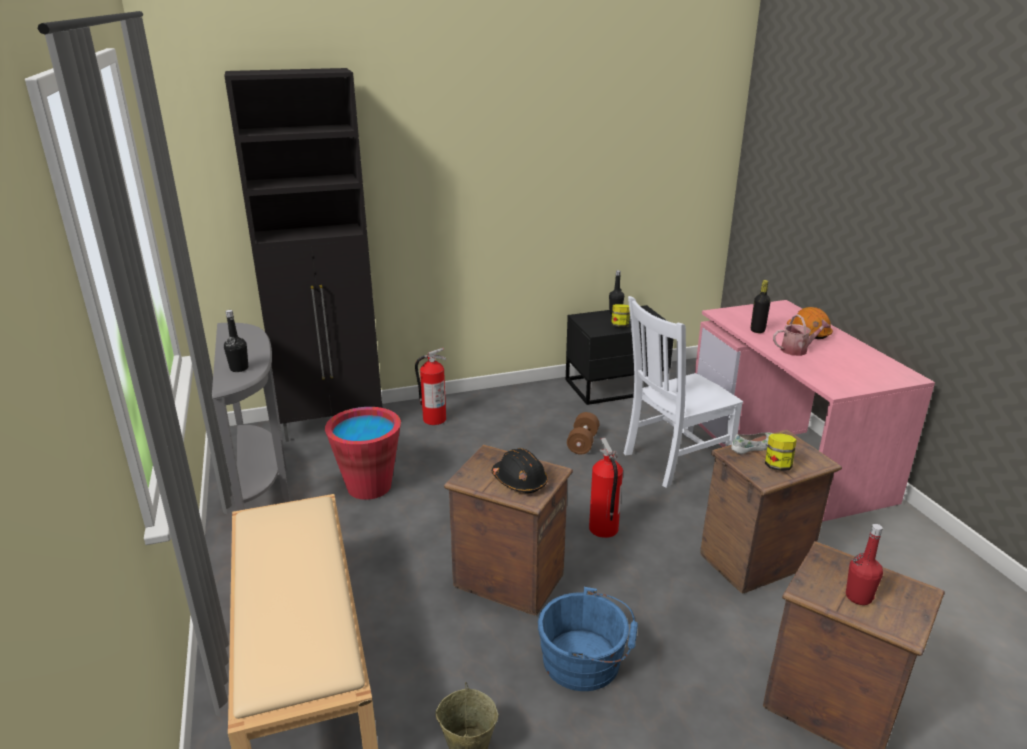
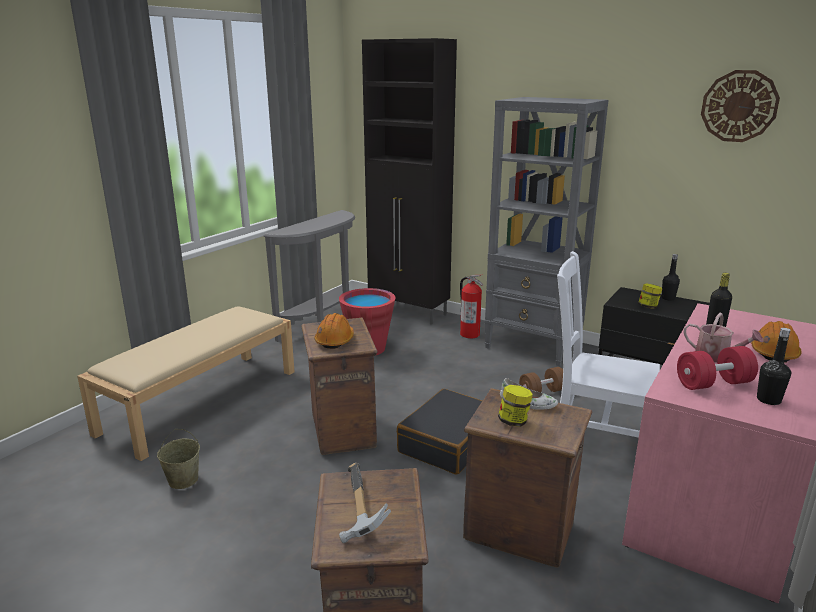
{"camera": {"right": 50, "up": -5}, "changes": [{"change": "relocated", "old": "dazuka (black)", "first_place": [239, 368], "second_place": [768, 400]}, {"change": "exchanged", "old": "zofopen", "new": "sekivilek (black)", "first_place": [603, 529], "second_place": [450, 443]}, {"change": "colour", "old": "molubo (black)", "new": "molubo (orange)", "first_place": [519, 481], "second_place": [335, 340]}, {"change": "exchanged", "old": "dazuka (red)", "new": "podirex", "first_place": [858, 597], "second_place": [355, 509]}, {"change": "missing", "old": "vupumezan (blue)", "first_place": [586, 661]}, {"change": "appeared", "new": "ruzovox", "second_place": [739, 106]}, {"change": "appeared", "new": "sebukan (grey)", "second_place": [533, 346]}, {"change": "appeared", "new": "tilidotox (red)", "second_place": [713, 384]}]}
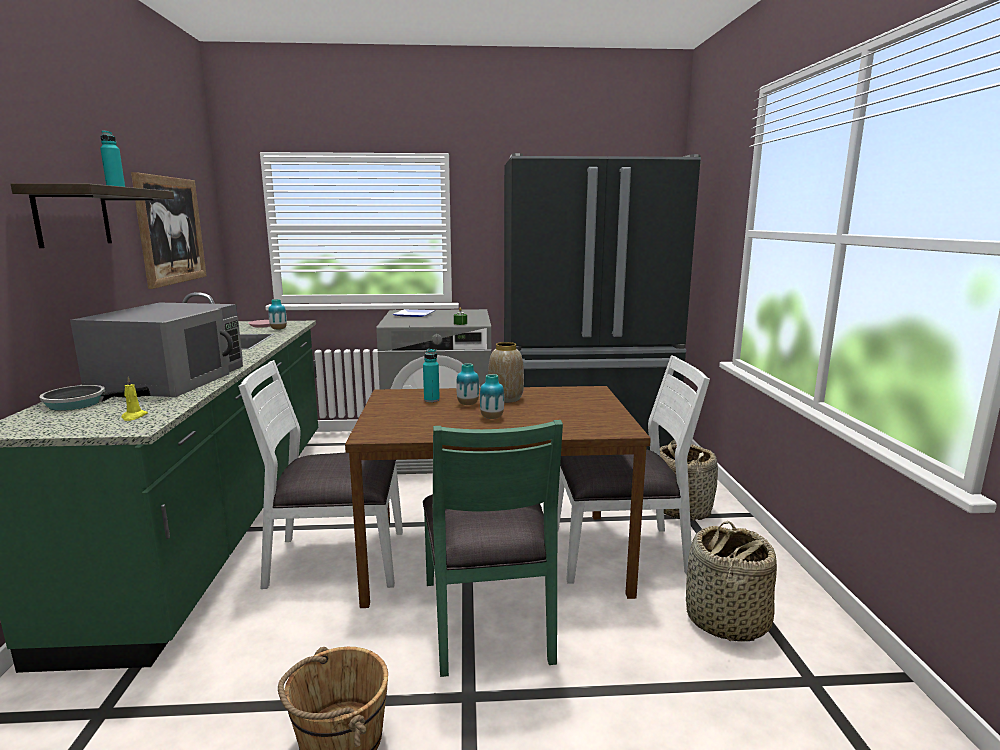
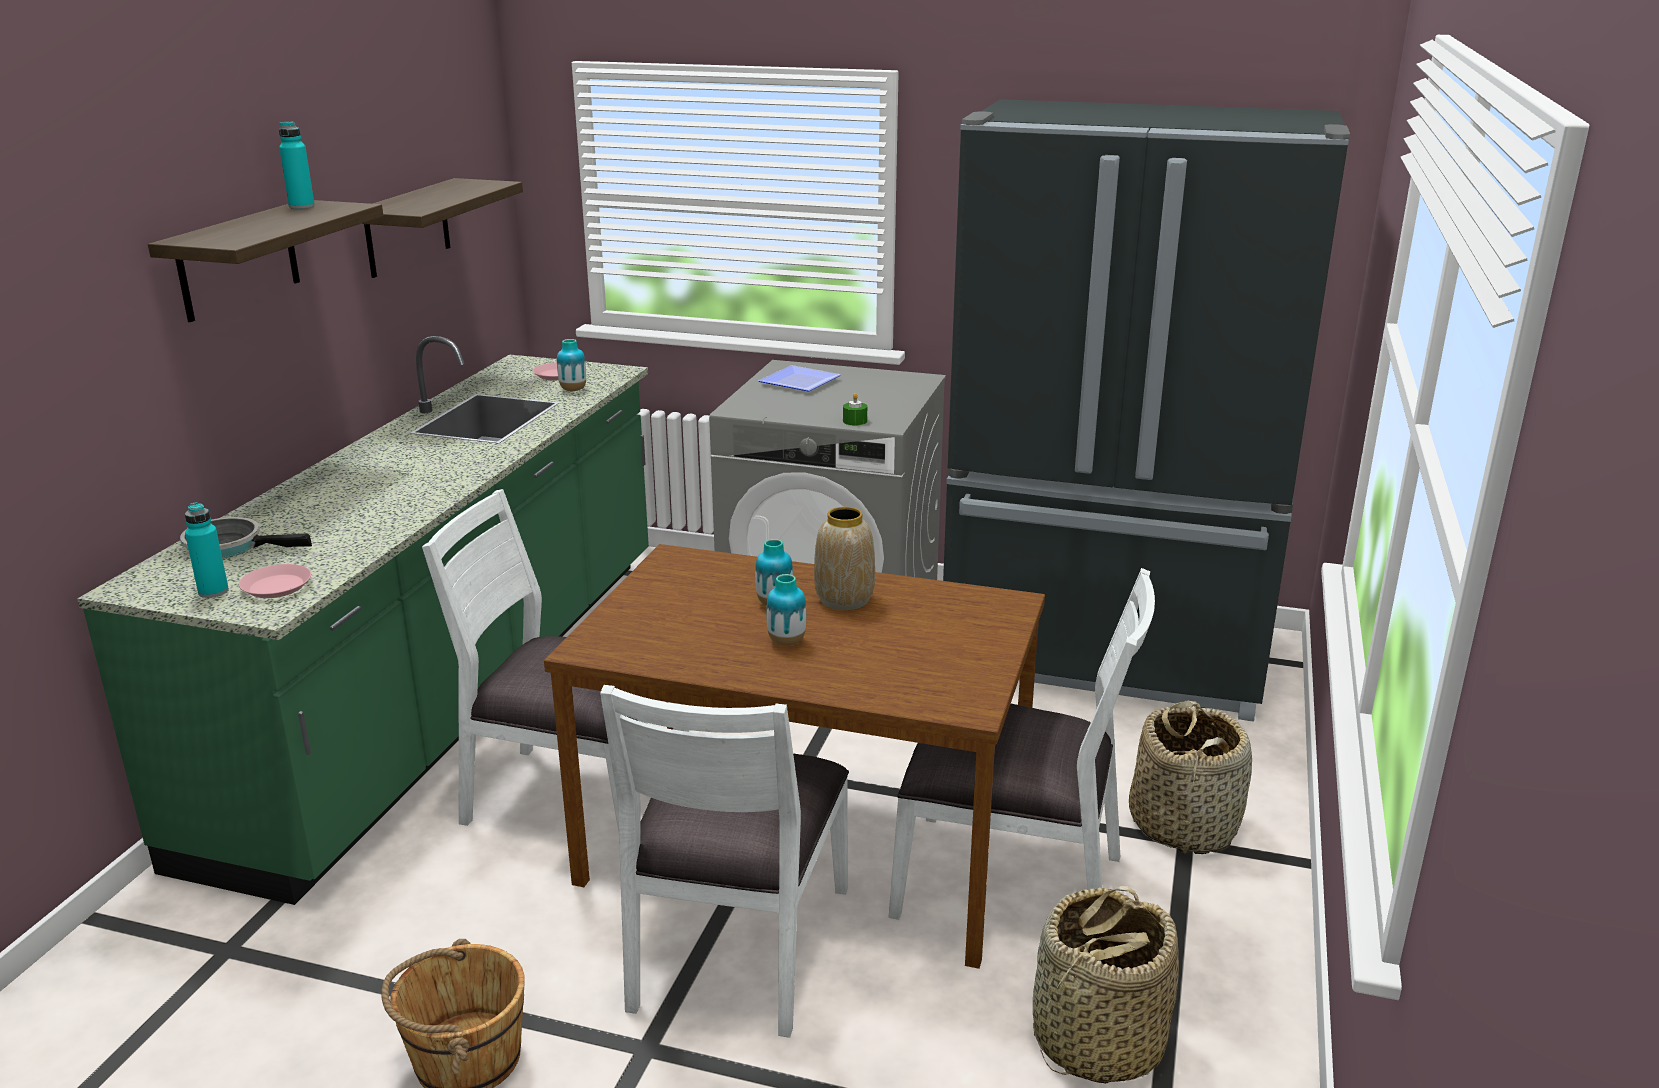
{"camera": {"right": 20, "up": 10}, "changes": [{"change": "exchanged", "old": "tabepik", "new": "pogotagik", "first_place": [171, 230], "second_place": [407, 228]}, {"change": "missing", "old": "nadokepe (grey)", "first_place": [171, 378]}, {"change": "relocated", "old": "dazuka (turquoise)", "first_place": [431, 400], "second_place": [213, 591]}, {"change": "exchanged", "old": "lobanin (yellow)", "new": "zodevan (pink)", "first_place": [134, 416], "second_place": [276, 587]}, {"change": "colour", "old": "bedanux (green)", "new": "bedanux (white)", "first_place": [489, 619], "second_place": [736, 946]}]}
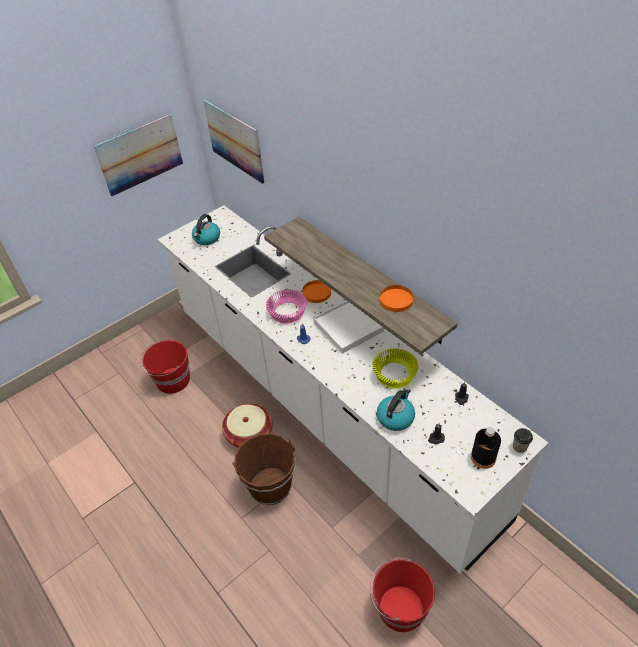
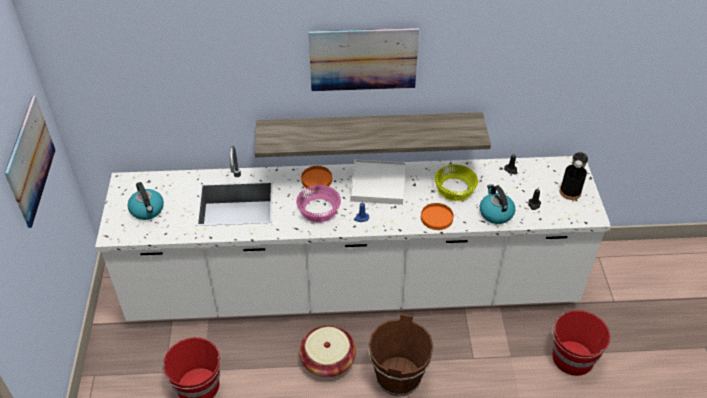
{"camera": {"right": -55, "up": 0}, "changes": [{"change": "relocated", "old": "tabepik", "first_place": [234, 140], "second_place": [363, 59]}, {"change": "relocated", "old": "zodevan (orange)", "first_place": [396, 300], "second_place": [436, 217]}]}
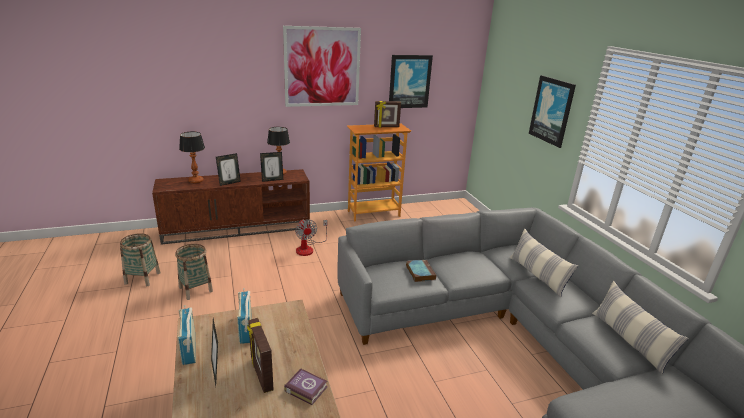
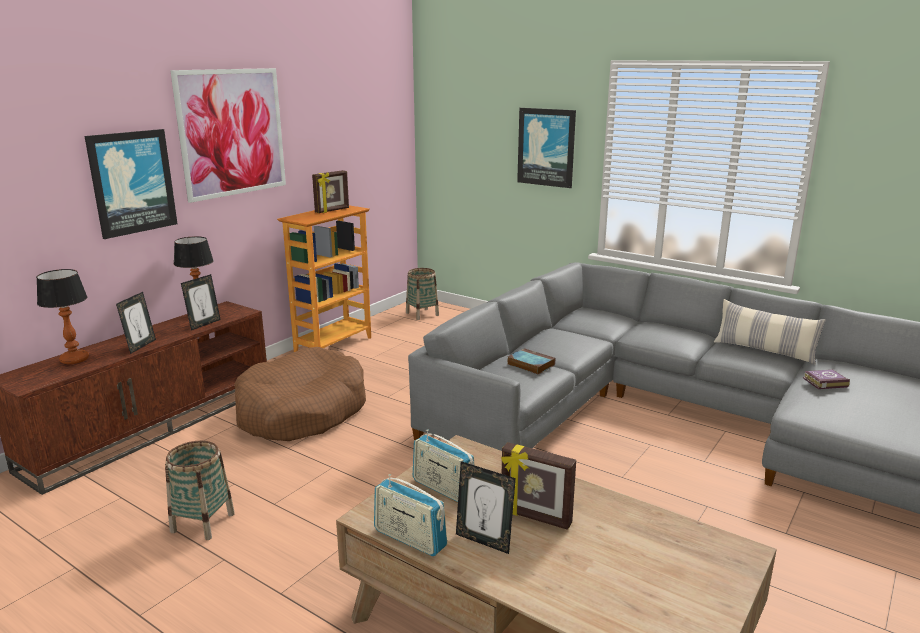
{"camera": {"right": -35, "up": -5}, "changes": [{"change": "relocated", "old": "tabepik", "first_place": [409, 81], "second_place": [132, 182]}, {"change": "exchanged", "old": "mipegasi", "new": "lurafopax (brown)", "first_place": [308, 248], "second_place": [301, 411]}, {"change": "missing", "old": "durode", "first_place": [537, 275]}, {"change": "relocated", "old": "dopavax", "first_place": [142, 278], "second_place": [422, 314]}, {"change": "relocated", "old": "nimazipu", "first_place": [305, 388], "second_place": [823, 382]}]}
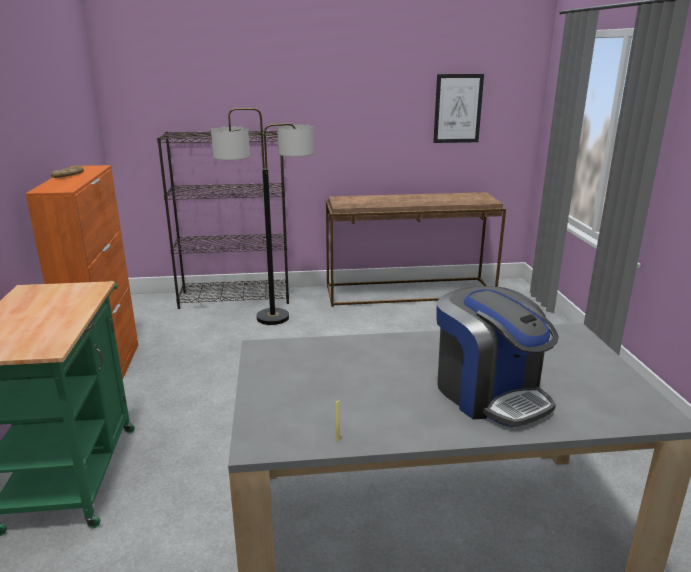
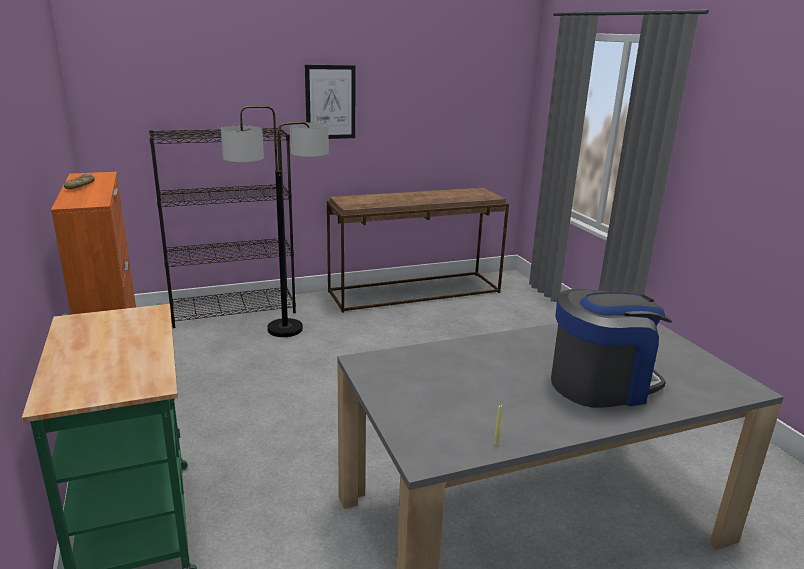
{"camera": {"right": -15, "up": 0}, "changes": [{"change": "relocated", "old": "tabepik", "first_place": [458, 108], "second_place": [330, 102]}, {"change": "spun", "old": "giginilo", "first_place": [489, 393], "second_place": [601, 384], "degrees": -60}]}
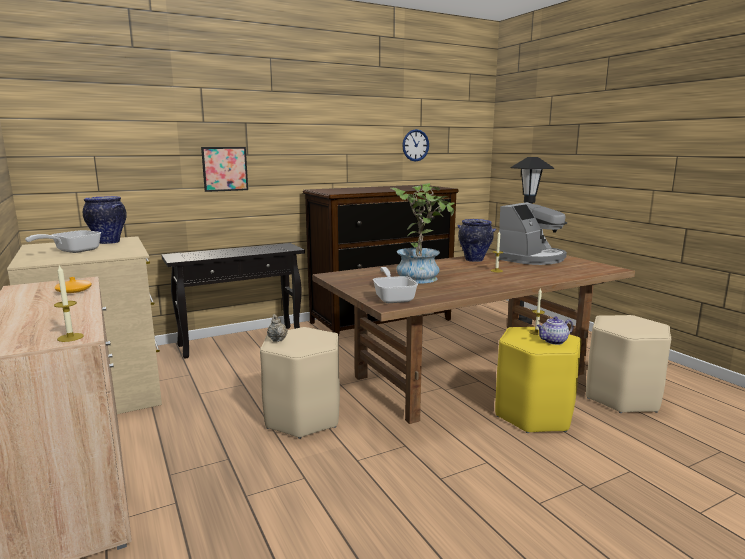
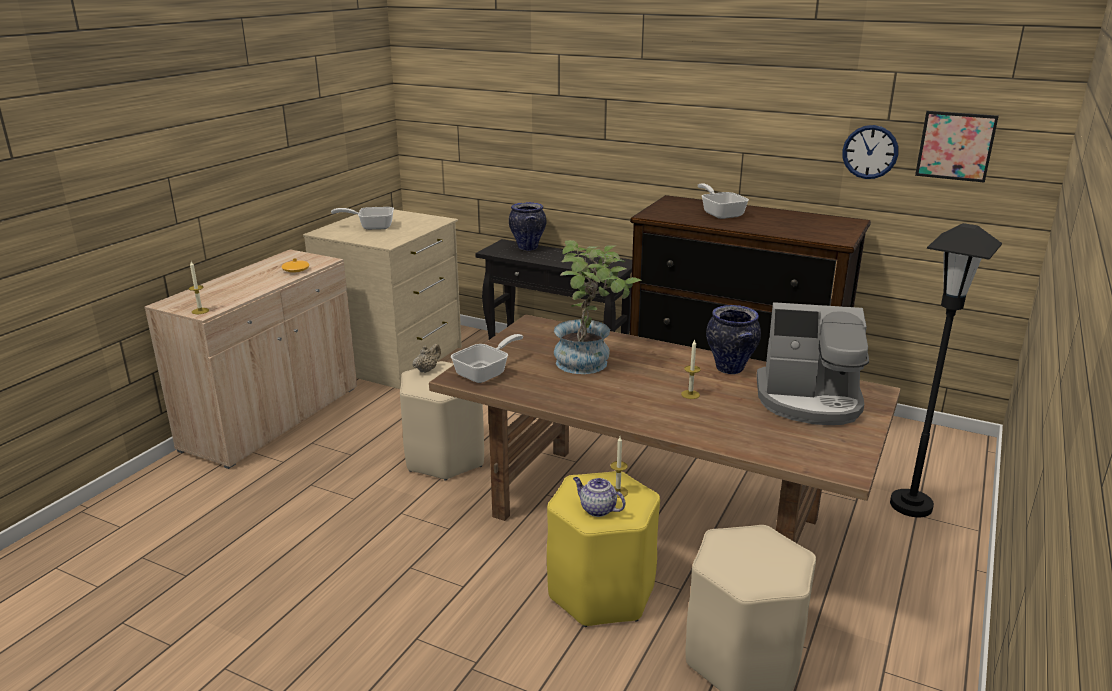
{"camera": {"right": 55, "up": 10}, "changes": [{"change": "relocated", "old": "tabepik", "first_place": [225, 169], "second_place": [955, 146]}, {"change": "relocated", "old": "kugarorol", "first_place": [108, 242], "second_place": [527, 248]}, {"change": "appeared", "new": "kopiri", "second_place": [720, 213]}]}
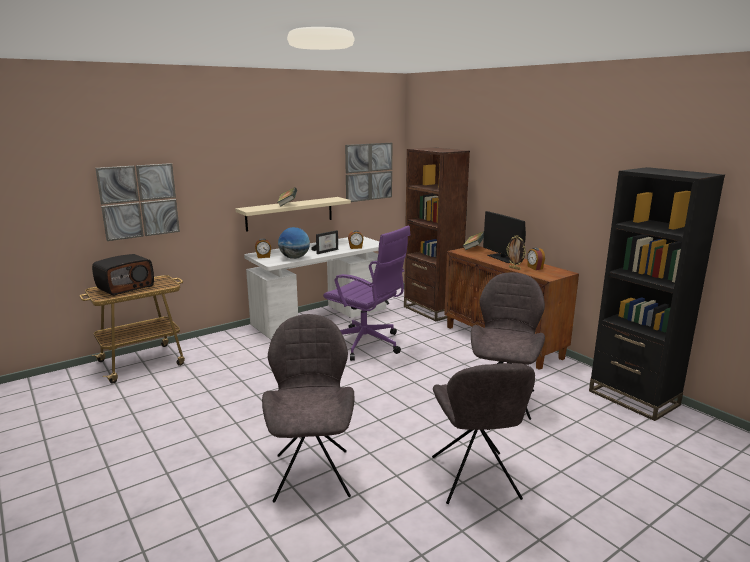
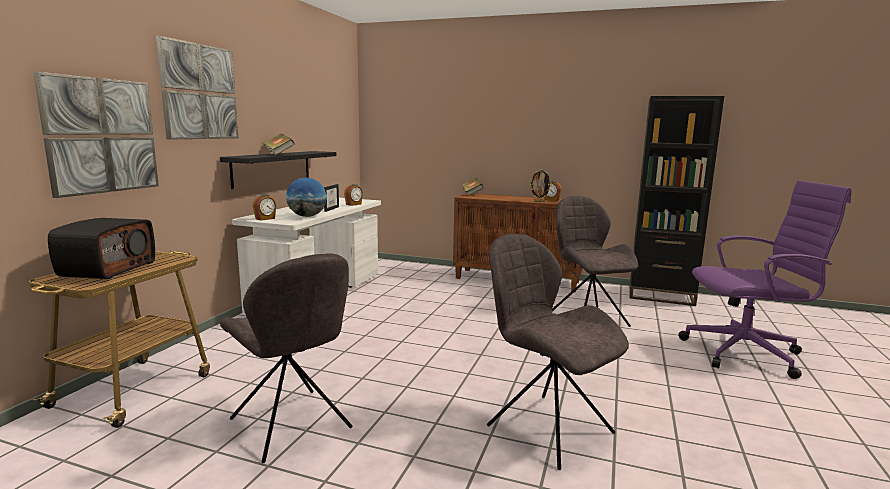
{"camera": {"right": -35, "up": -5}, "changes": [{"change": "relocated", "old": "tabepik", "first_place": [368, 172], "second_place": [199, 92]}, {"change": "missing", "old": "sebukan (brown)", "first_place": [432, 310]}, {"change": "colour", "old": "pogotagik (beige)", "new": "pogotagik (black)", "first_place": [290, 213], "second_place": [272, 168]}, {"change": "missing", "old": "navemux", "first_place": [503, 258]}, {"change": "relocated", "old": "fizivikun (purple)", "first_place": [366, 344], "second_place": [746, 353]}, {"change": "relocated", "old": "bedanux (grey)", "first_place": [475, 480], "second_place": [292, 426]}]}
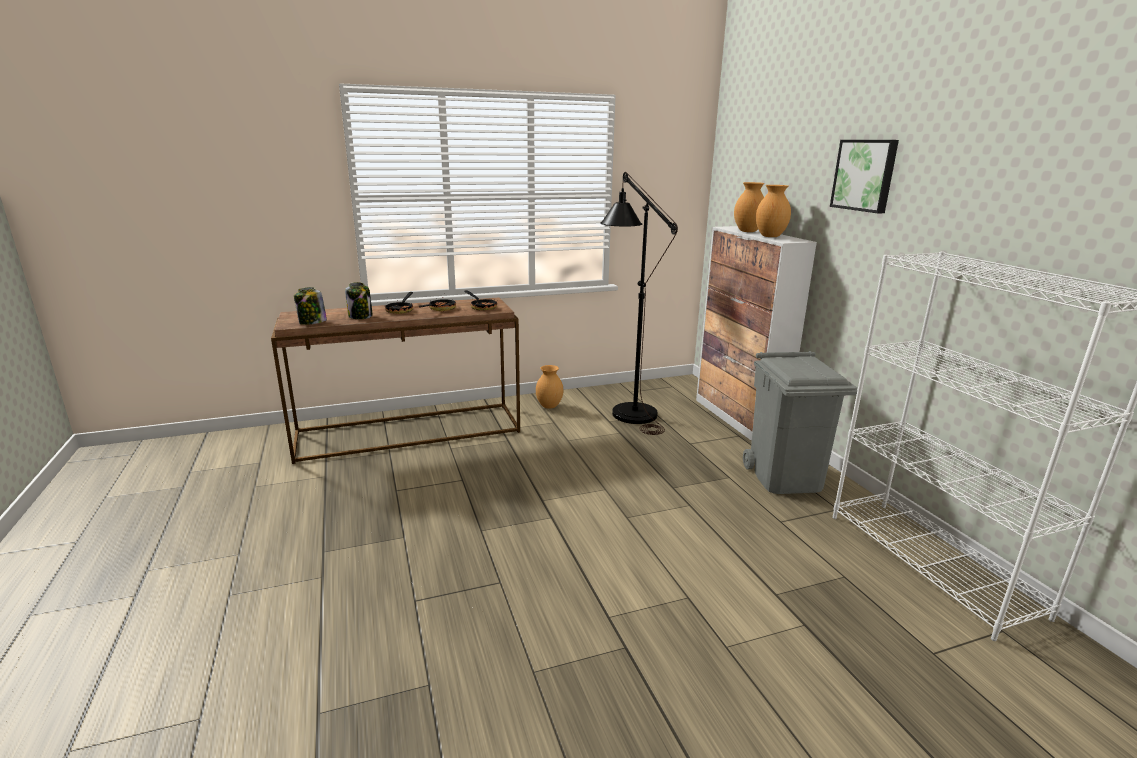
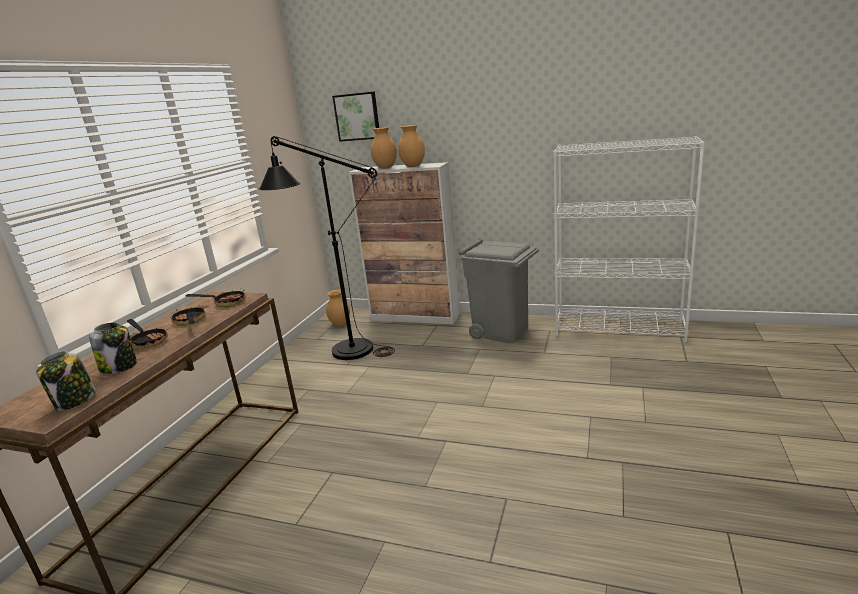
{"camera": {"right": -50, "up": 0}, "changes": [{"change": "relocated", "old": "tabepik", "first_place": [865, 175], "second_place": [357, 116]}, {"change": "relocated", "old": "kugarorol (brown)", "first_place": [550, 406], "second_place": [340, 324]}]}
